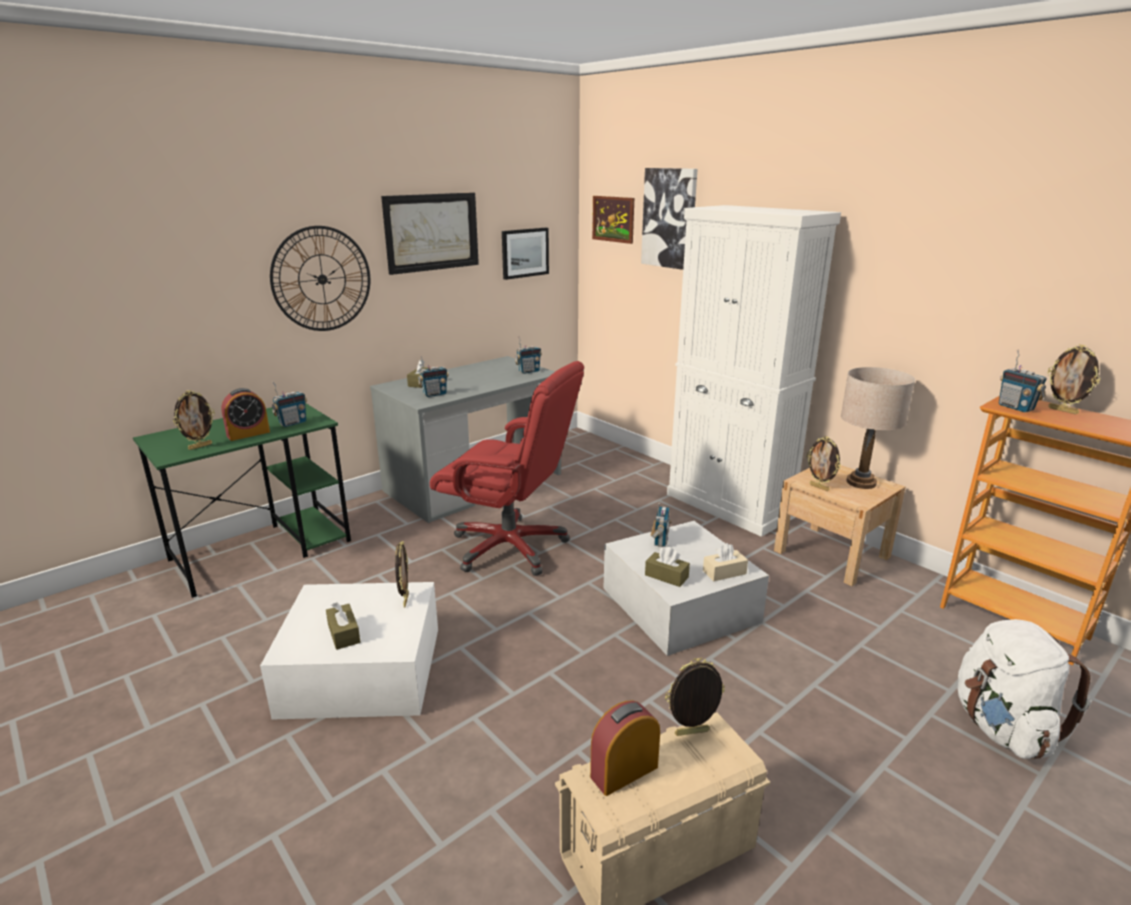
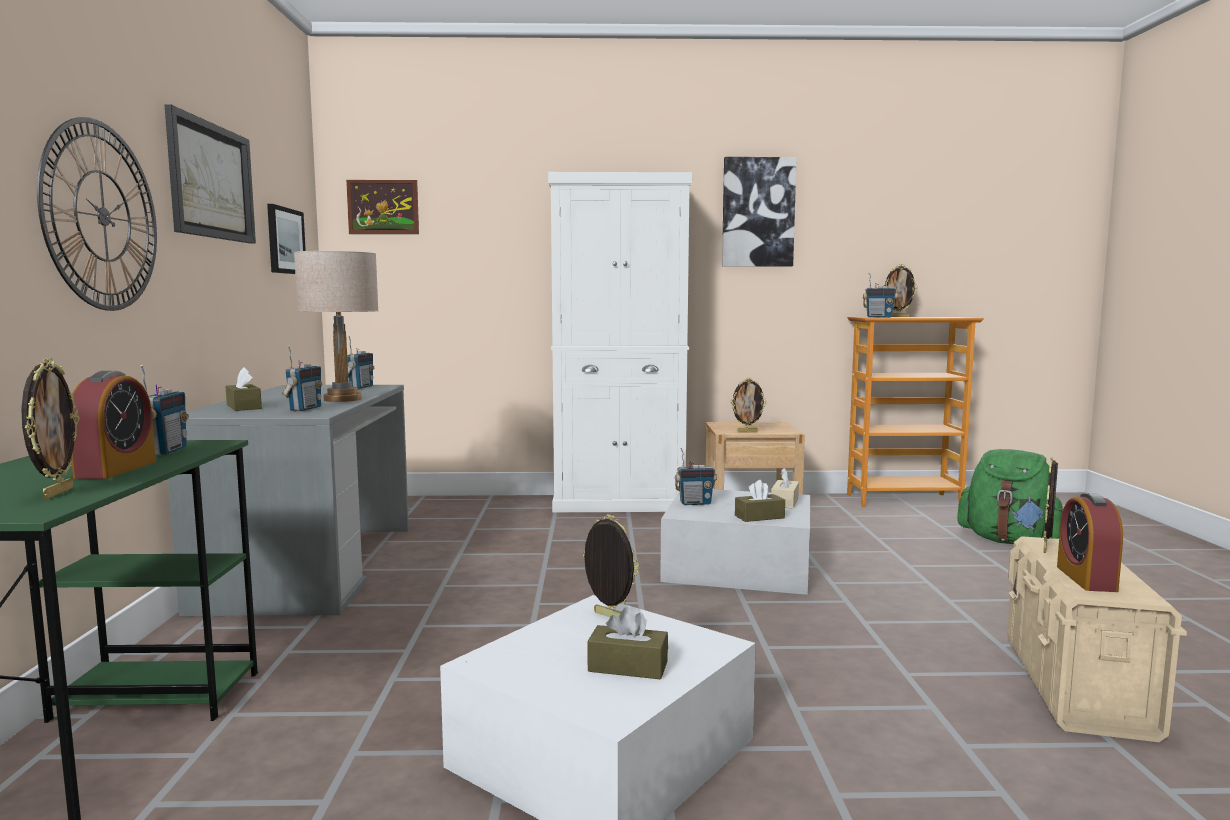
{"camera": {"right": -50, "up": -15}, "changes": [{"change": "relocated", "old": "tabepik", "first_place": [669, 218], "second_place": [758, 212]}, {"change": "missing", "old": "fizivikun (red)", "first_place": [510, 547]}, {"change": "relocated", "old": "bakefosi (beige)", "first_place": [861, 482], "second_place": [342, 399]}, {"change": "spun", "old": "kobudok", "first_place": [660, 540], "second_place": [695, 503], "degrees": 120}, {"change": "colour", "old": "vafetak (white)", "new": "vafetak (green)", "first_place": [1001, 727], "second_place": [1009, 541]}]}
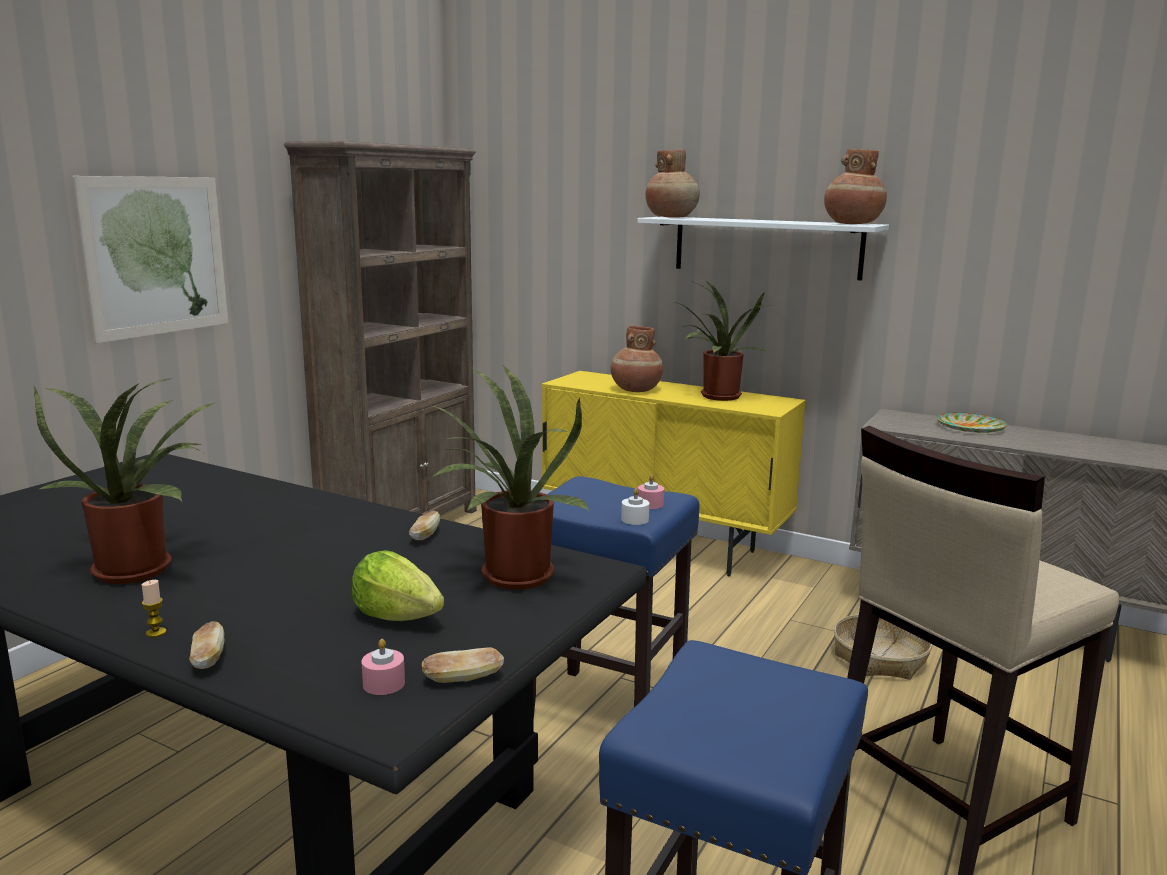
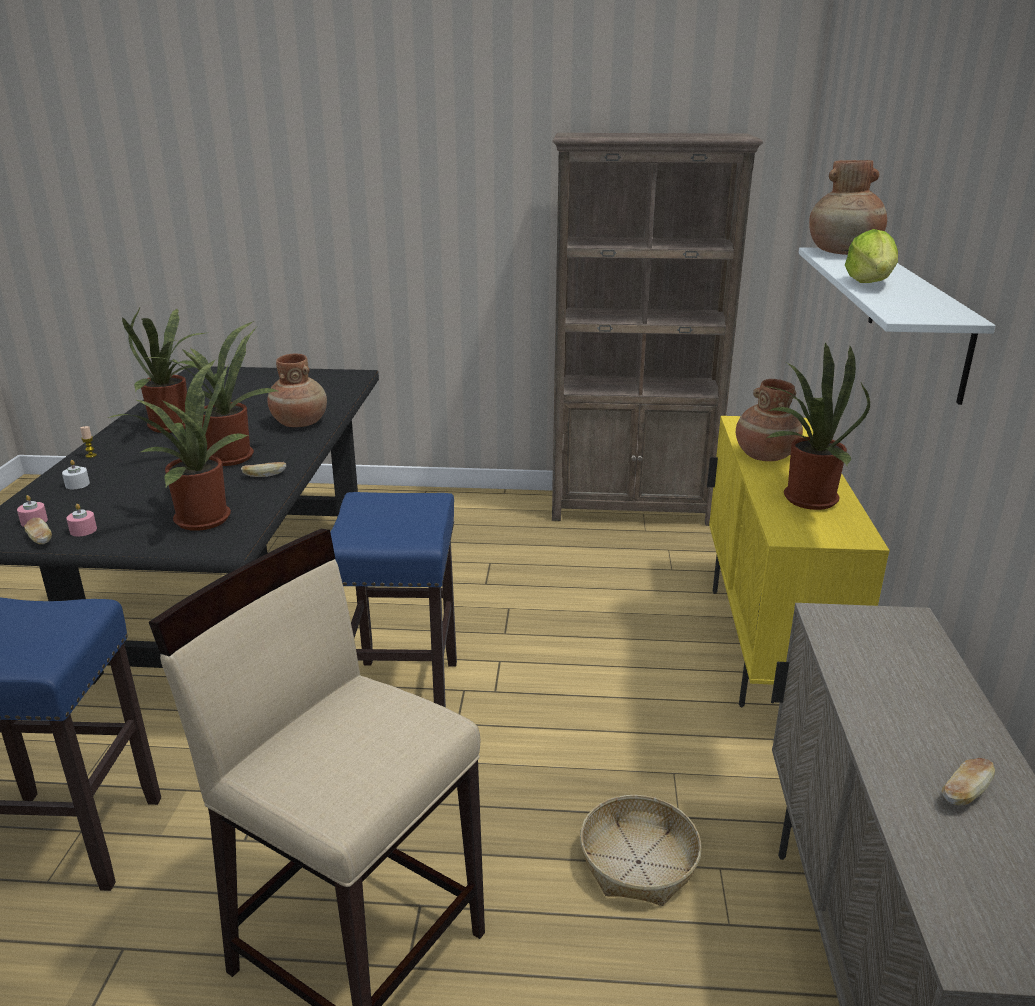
{"camera": {"right": 65, "up": 10}, "changes": [{"change": "relocated", "old": "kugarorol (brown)", "first_place": [852, 224], "second_place": [300, 423]}, {"change": "missing", "old": "tabepik", "first_place": [156, 256]}, {"change": "missing", "old": "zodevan", "first_place": [970, 427]}, {"change": "relocated", "old": "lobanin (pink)", "first_place": [650, 504], "second_place": [83, 530]}, {"change": "relocated", "old": "lobanin (white)", "first_place": [635, 519], "second_place": [77, 484]}, {"change": "relocated", "old": "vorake", "first_place": [397, 616], "second_place": [870, 284]}, {"change": "relocated", "old": "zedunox", "first_place": [208, 659], "second_place": [964, 793]}, {"change": "appeared", "new": "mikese", "second_place": [228, 456]}]}
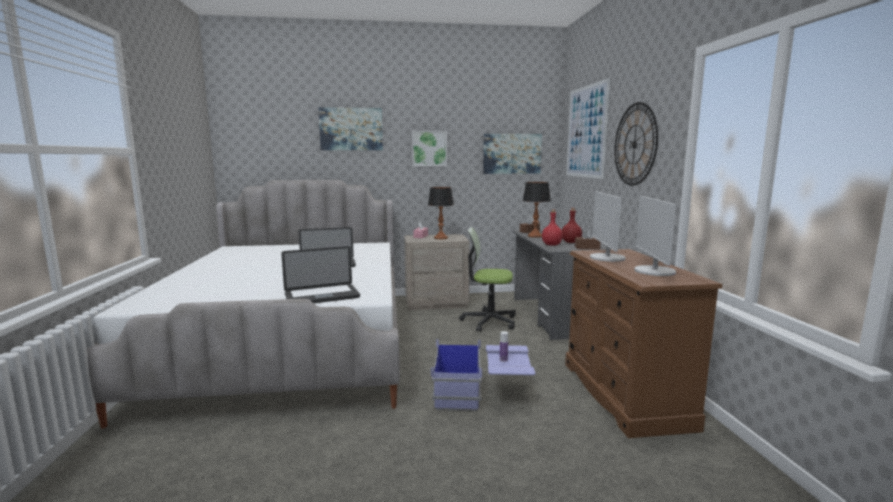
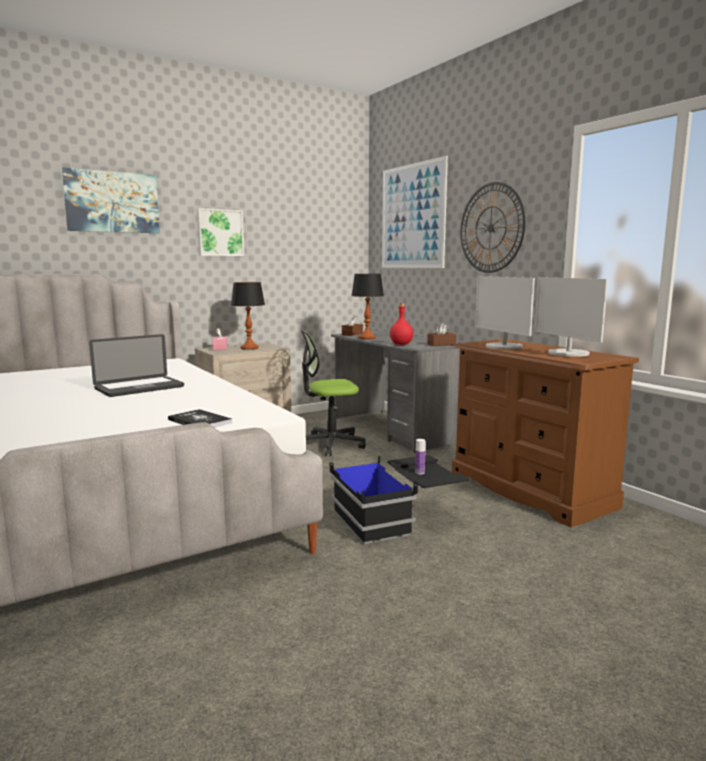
{"camera": {"right": -25, "up": 0}, "changes": [{"change": "missing", "old": "tabepik", "first_place": [511, 153]}, {"change": "missing", "old": "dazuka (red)", "first_place": [571, 242]}, {"change": "exchanged", "old": "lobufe", "new": "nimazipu", "first_place": [322, 296], "second_place": [199, 421]}, {"change": "colour", "old": "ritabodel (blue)", "new": "ritabodel (black)", "first_place": [481, 394], "second_place": [398, 518]}]}
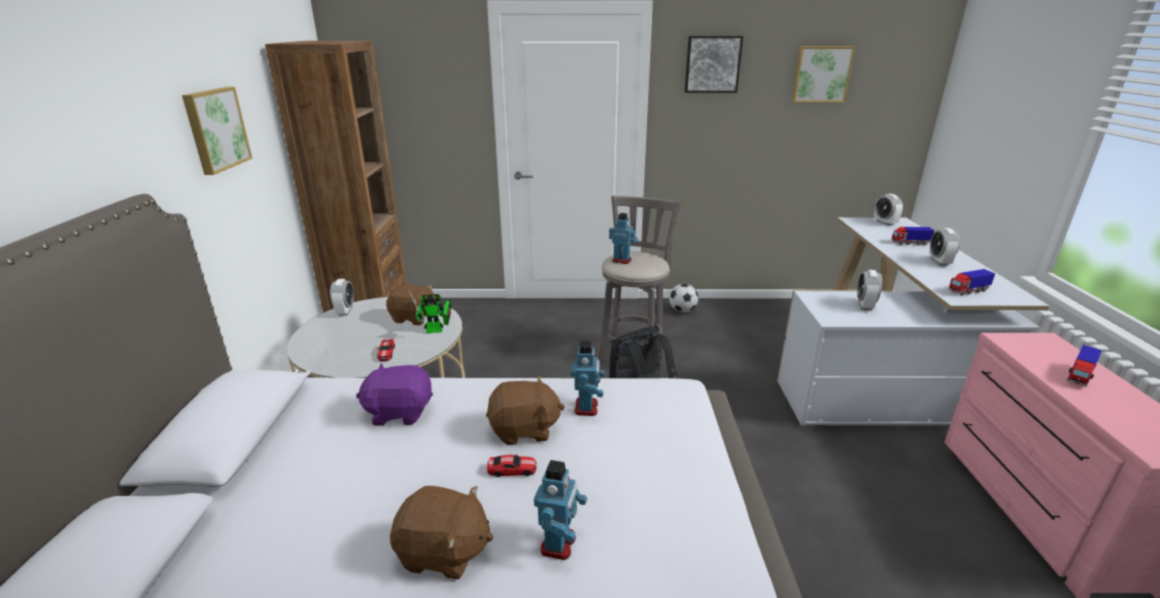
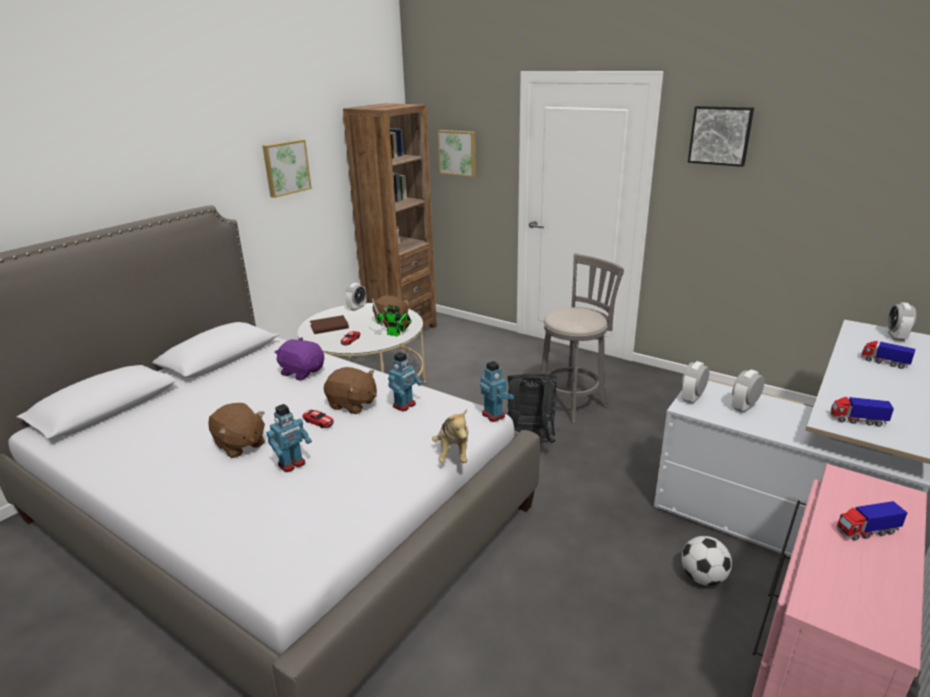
{"camera": {"right": 35, "up": 0}, "changes": [{"change": "relocated", "old": "tabepik", "first_place": [821, 74], "second_place": [458, 152]}, {"change": "relocated", "old": "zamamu", "first_place": [621, 260], "second_place": [494, 415]}, {"change": "relocated", "old": "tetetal", "first_place": [939, 262], "second_place": [692, 398]}, {"change": "relocated", "old": "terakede", "first_place": [682, 310], "second_place": [702, 577]}, {"change": "appeared", "new": "nimazipu (brown)", "second_place": [329, 327]}, {"change": "appeared", "new": "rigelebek", "second_place": [453, 453]}]}
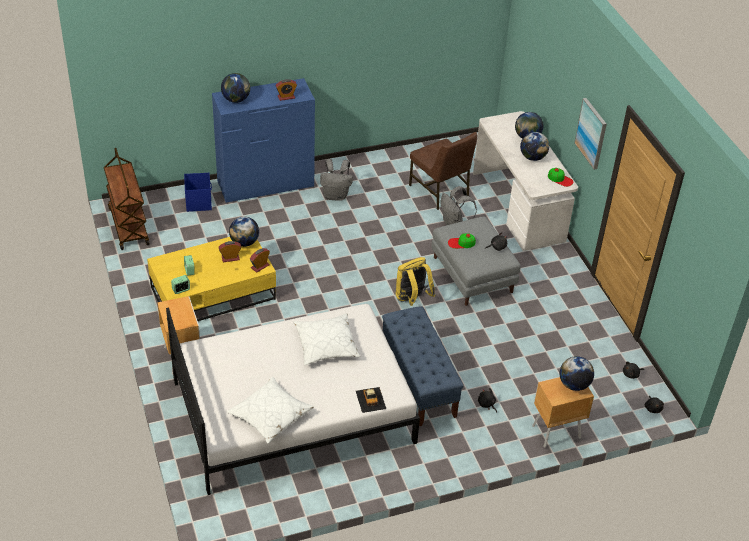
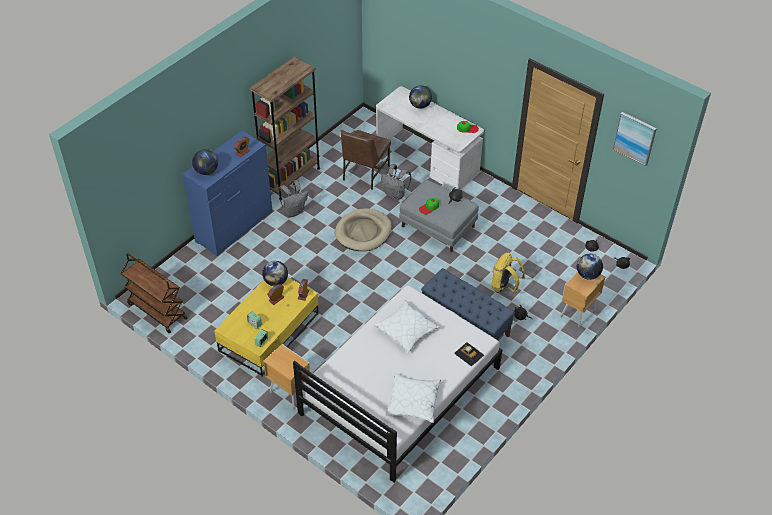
{"camera": {"right": -30, "up": 5}, "changes": [{"change": "relocated", "old": "tabepik", "first_place": [591, 133], "second_place": [635, 138]}, {"change": "spun", "old": "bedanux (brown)", "first_place": [440, 191], "second_place": [365, 173], "degrees": 90}, {"change": "missing", "old": "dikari", "first_place": [533, 157]}, {"change": "missing", "old": "ritabodel (blue)", "first_place": [199, 202]}, {"change": "relocated", "old": "vafetak (yellow)", "first_place": [412, 299], "second_place": [505, 287]}, {"change": "appeared", "new": "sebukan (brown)", "second_place": [291, 178]}, {"change": "appeared", "new": "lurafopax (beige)", "second_place": [363, 232]}]}
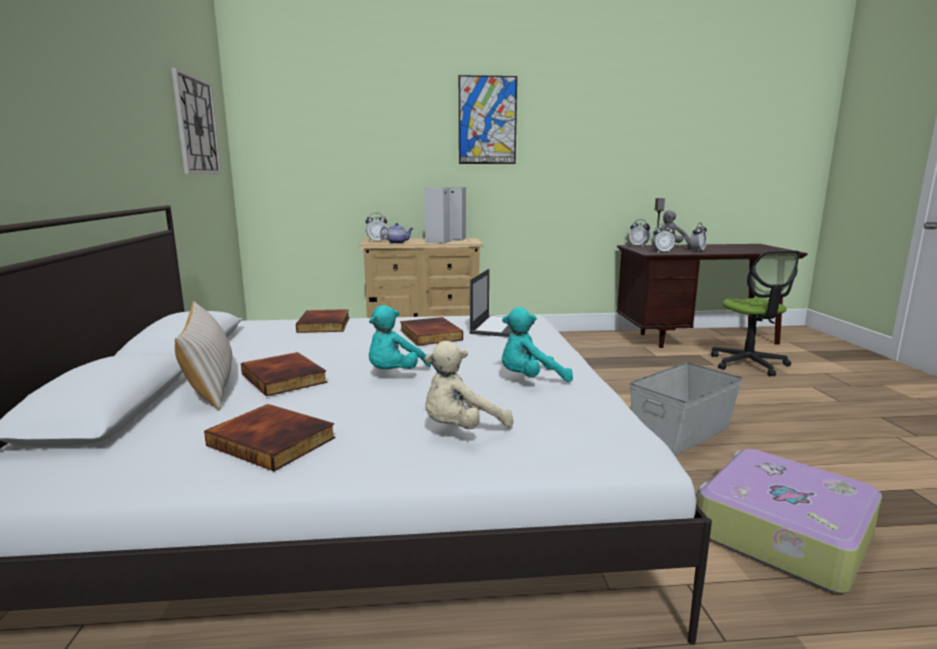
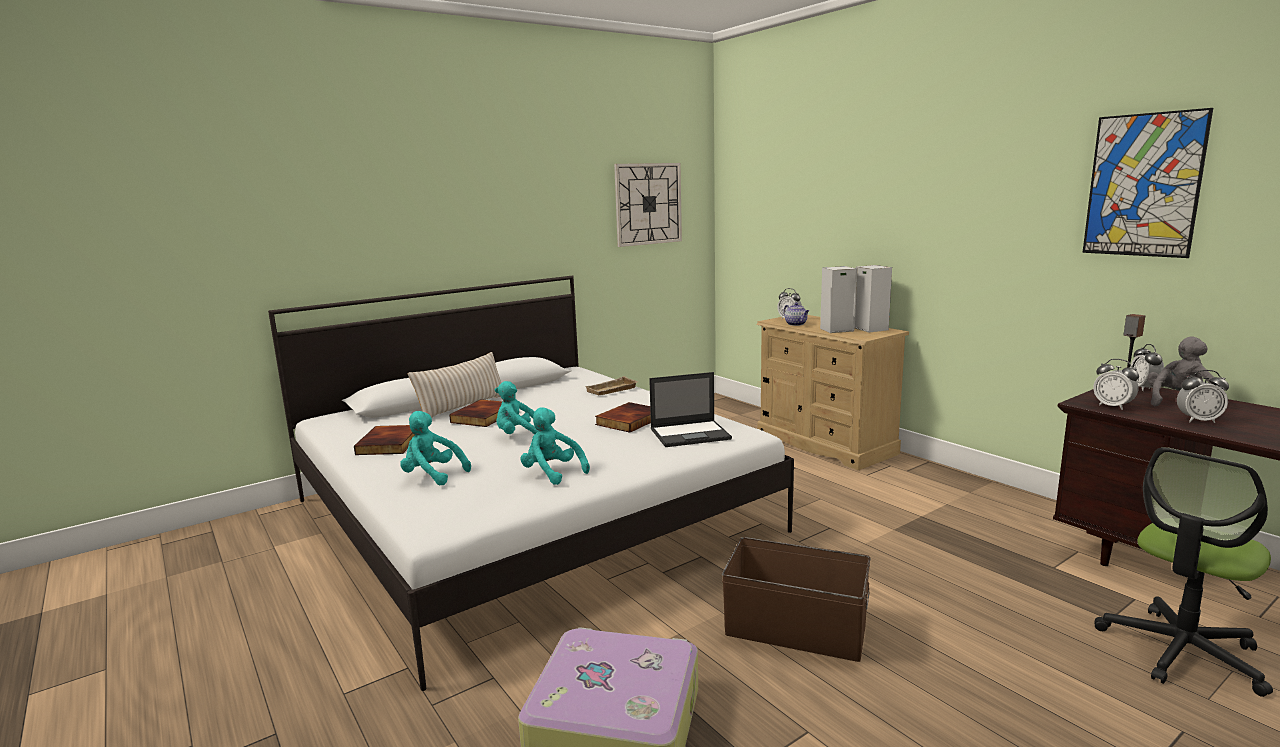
{"camera": {"right": 60, "up": 0}, "changes": [{"change": "relocated", "old": "tabepik", "first_place": [487, 120], "second_place": [1143, 185]}, {"change": "exchanged", "old": "nimazipu", "new": "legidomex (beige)", "first_place": [325, 325], "second_place": [612, 390]}, {"change": "colour", "old": "rigelebek (beige)", "new": "rigelebek (turquoise)", "first_place": [461, 429], "second_place": [432, 476]}, {"change": "colour", "old": "ritabodel (grey)", "new": "ritabodel (brown)", "first_place": [682, 432], "second_place": [796, 630]}]}
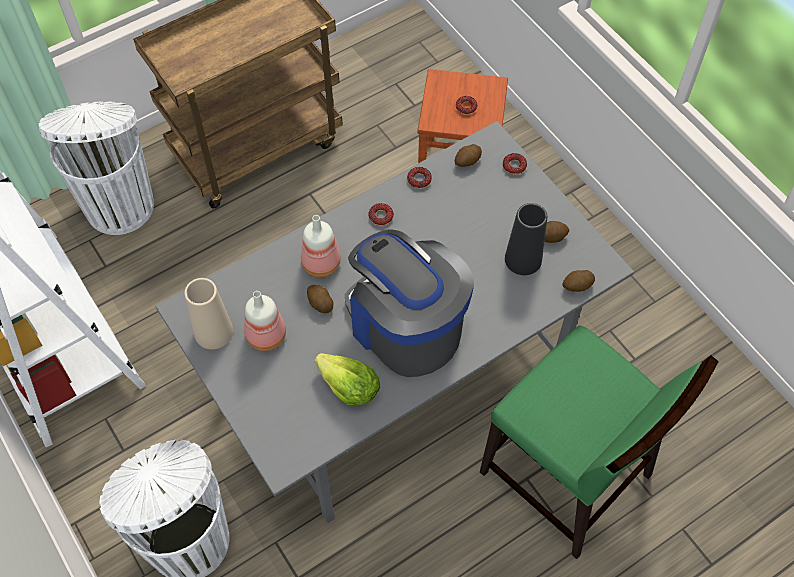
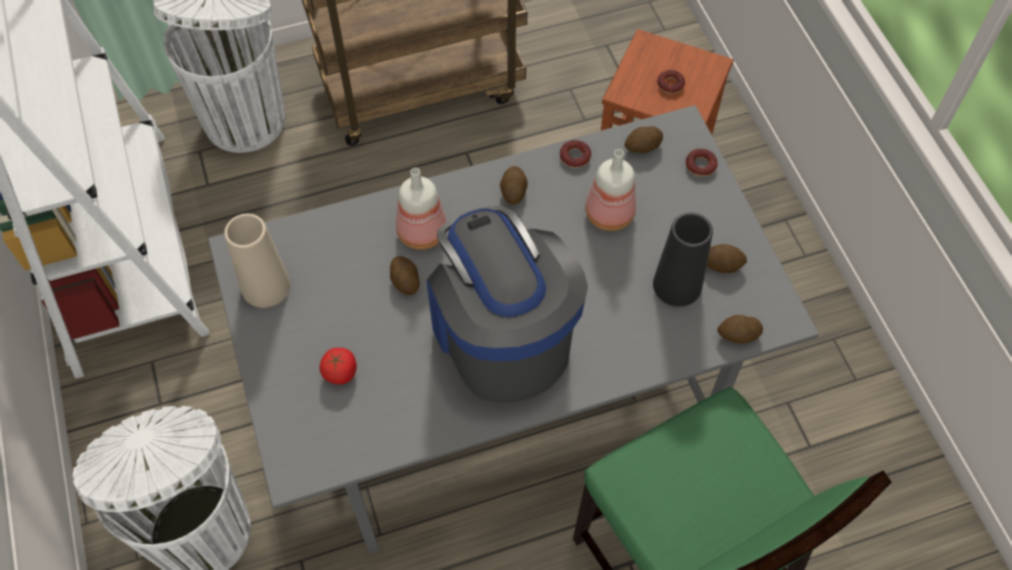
{"camera": {"right": 15, "up": 0}, "changes": [{"change": "exchanged", "old": "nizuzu", "new": "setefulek", "first_place": [381, 216], "second_place": [513, 191]}, {"change": "relocated", "old": "dazuka", "first_place": [265, 336], "second_place": [607, 214]}, {"change": "missing", "old": "vorake", "first_place": [348, 387]}, {"change": "appeared", "new": "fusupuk", "second_place": [340, 372]}]}
